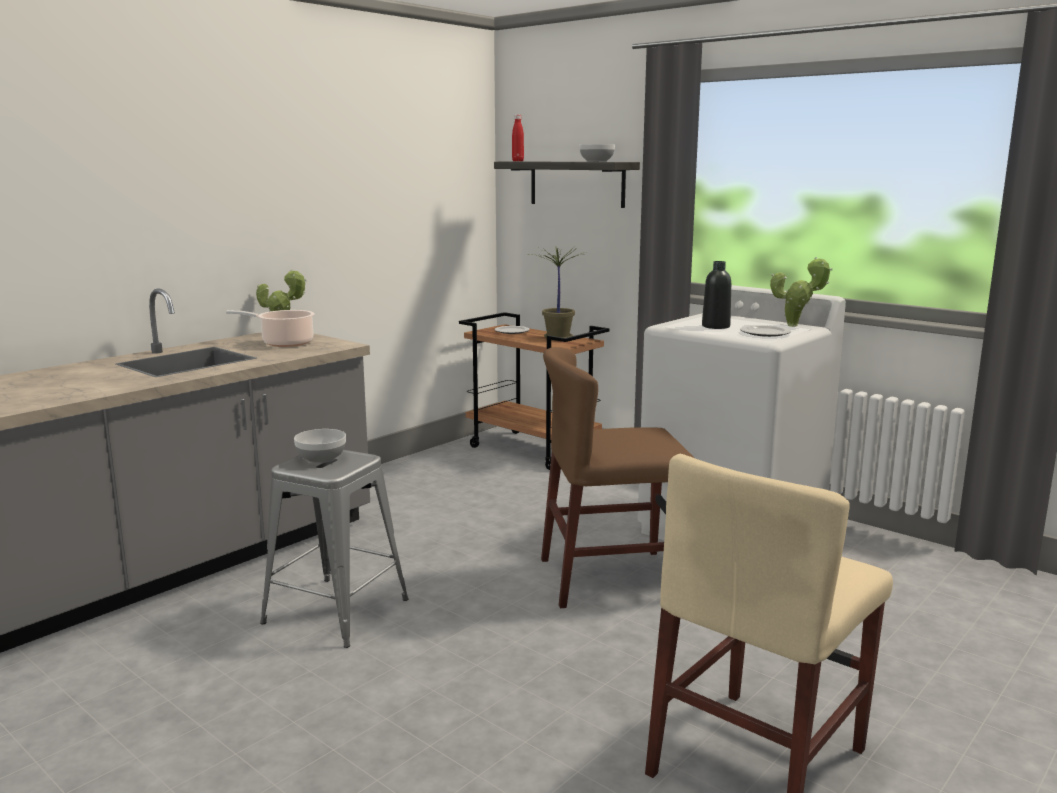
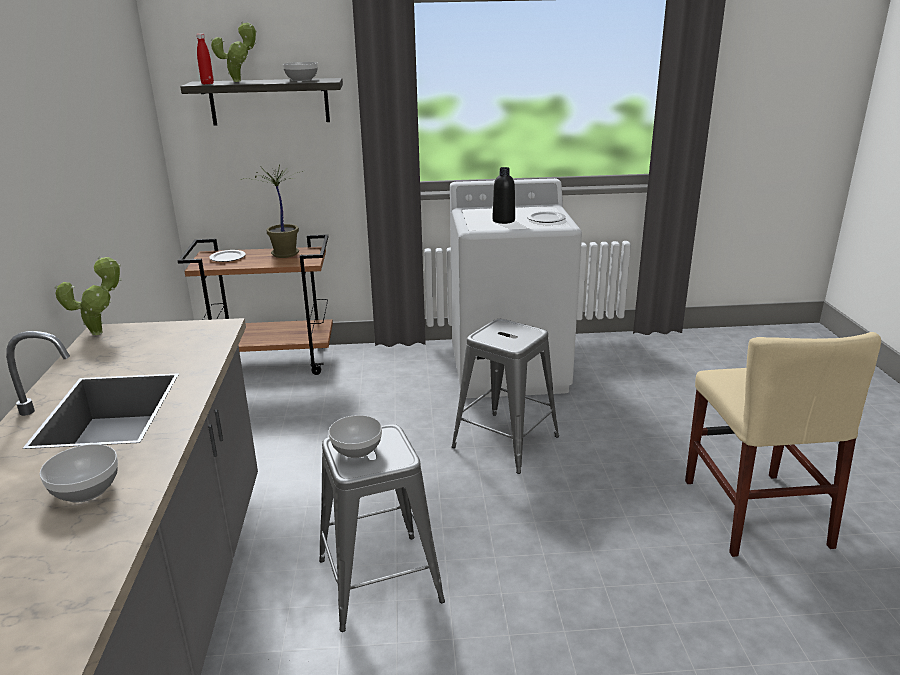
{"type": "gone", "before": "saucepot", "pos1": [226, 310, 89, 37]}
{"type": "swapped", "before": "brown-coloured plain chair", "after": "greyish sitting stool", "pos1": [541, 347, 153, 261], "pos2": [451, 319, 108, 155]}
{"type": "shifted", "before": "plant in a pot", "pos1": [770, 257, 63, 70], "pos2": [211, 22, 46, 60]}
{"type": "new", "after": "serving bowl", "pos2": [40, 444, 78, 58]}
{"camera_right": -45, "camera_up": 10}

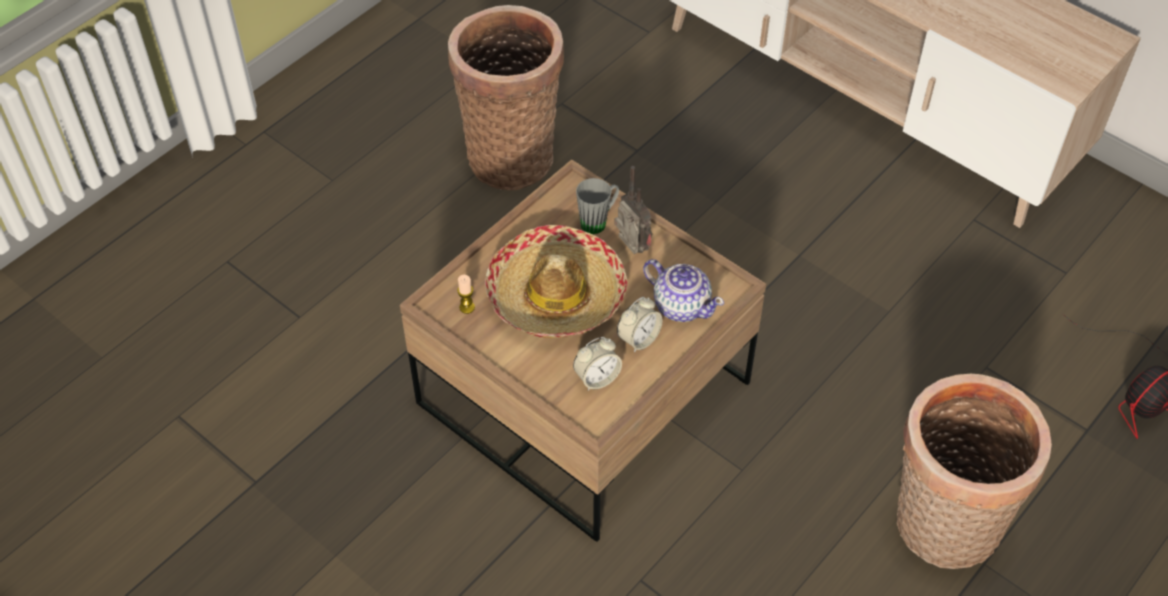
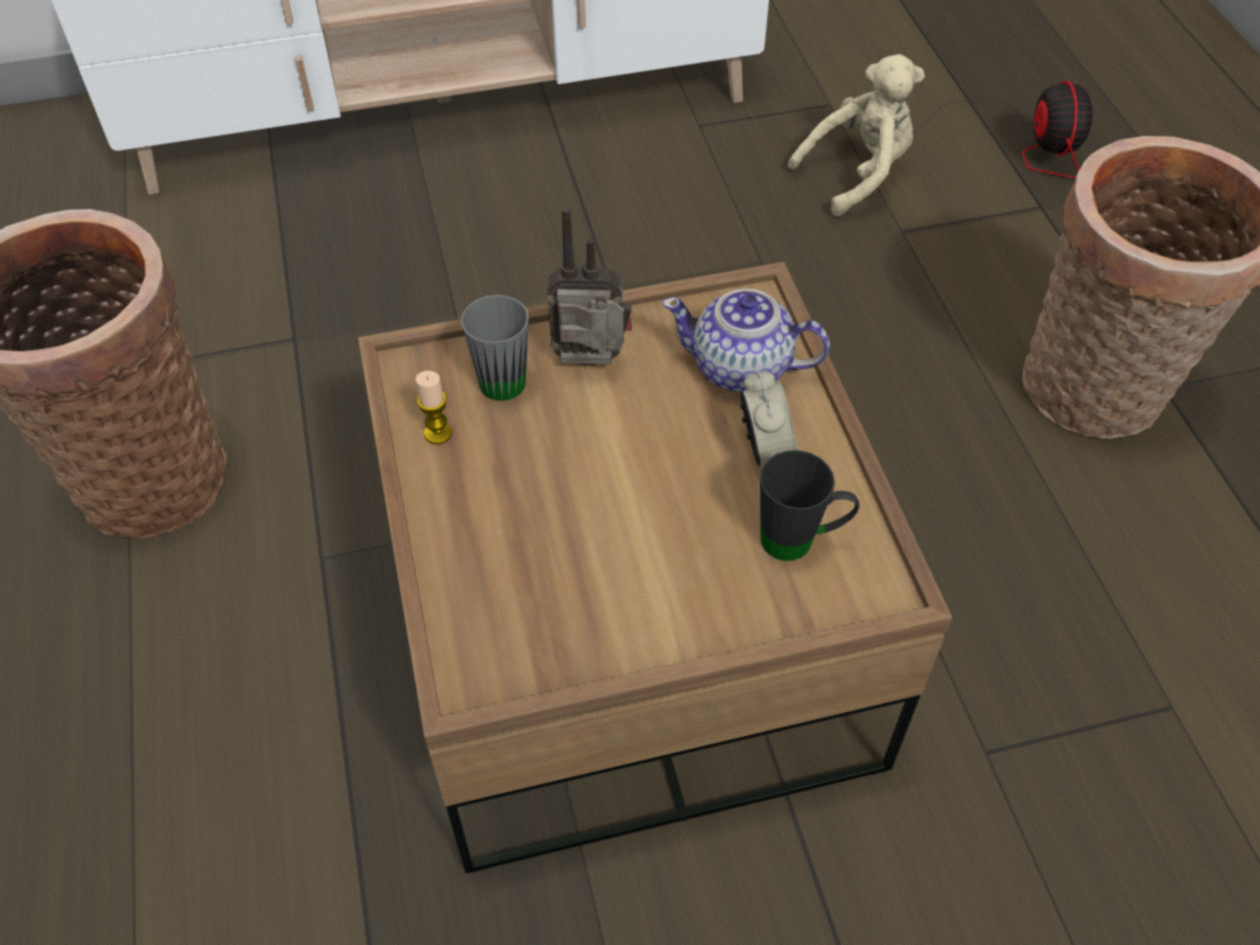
{"type": "shifted", "before": "wax light", "pos1": [457, 275, 18, 39], "pos2": [416, 371, 36, 73]}
{"type": "gone", "before": "hat", "pos1": [485, 225, 142, 113]}
{"type": "swapped", "before": "bedside clock", "after": "black tea mug", "pos1": [573, 337, 49, 53], "pos2": [760, 450, 100, 111]}
{"type": "rotated", "before": "tea pot", "pos1": [643, 259, 81, 63], "pos2": [662, 289, 168, 103], "turn": -150}
{"type": "new", "after": "beige-coloured soft toy", "pos2": [788, 54, 137, 162]}
{"camera_right": -55, "camera_up": 0}

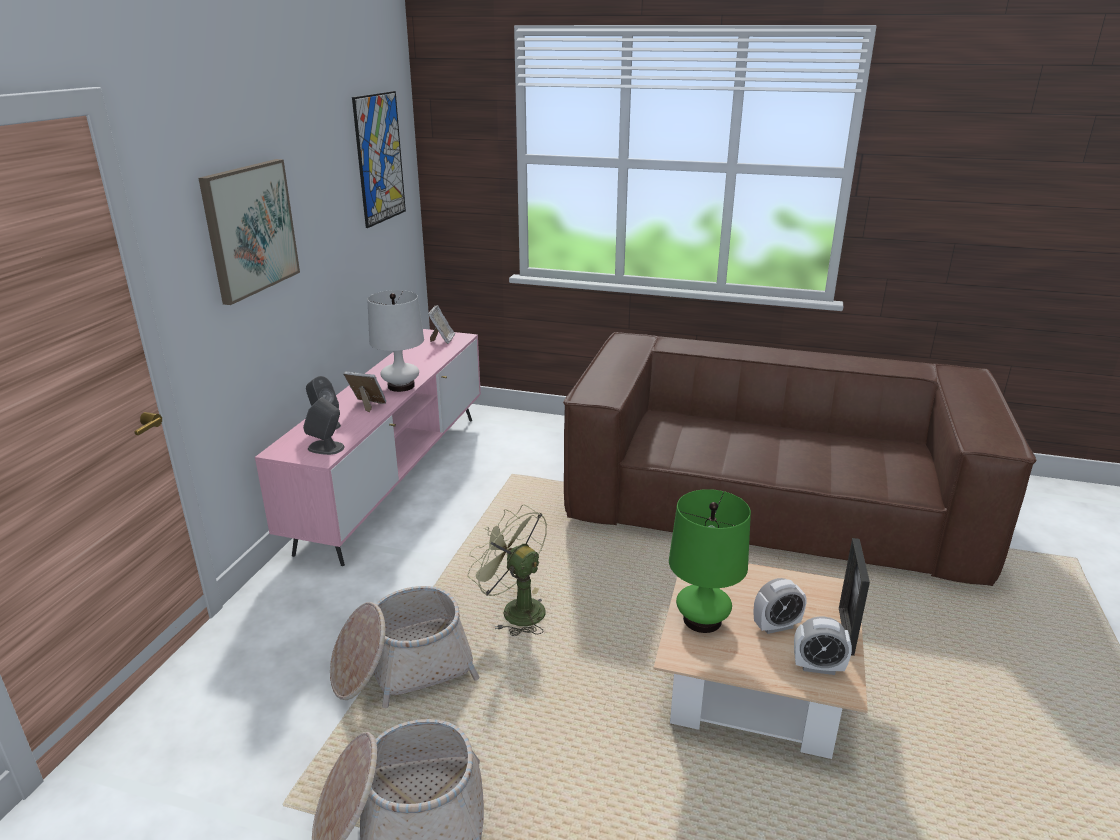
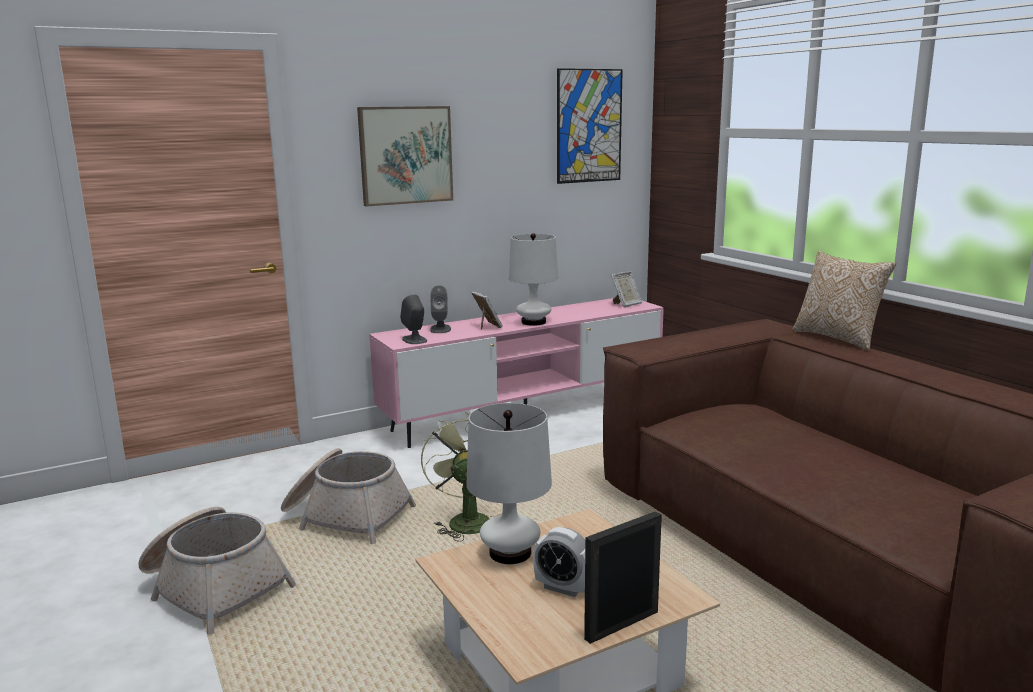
{"type": "repainted", "before": "green-coloured lamp for a table", "after": "white lamp for a table", "pos1": [669, 489, 82, 144], "pos2": [466, 403, 86, 161]}
{"type": "gone", "before": "bedside clock", "pos1": [794, 617, 58, 58]}
{"type": "new", "after": "throw pillow", "pos2": [792, 251, 105, 100]}
{"camera_right": 45, "camera_up": -10}

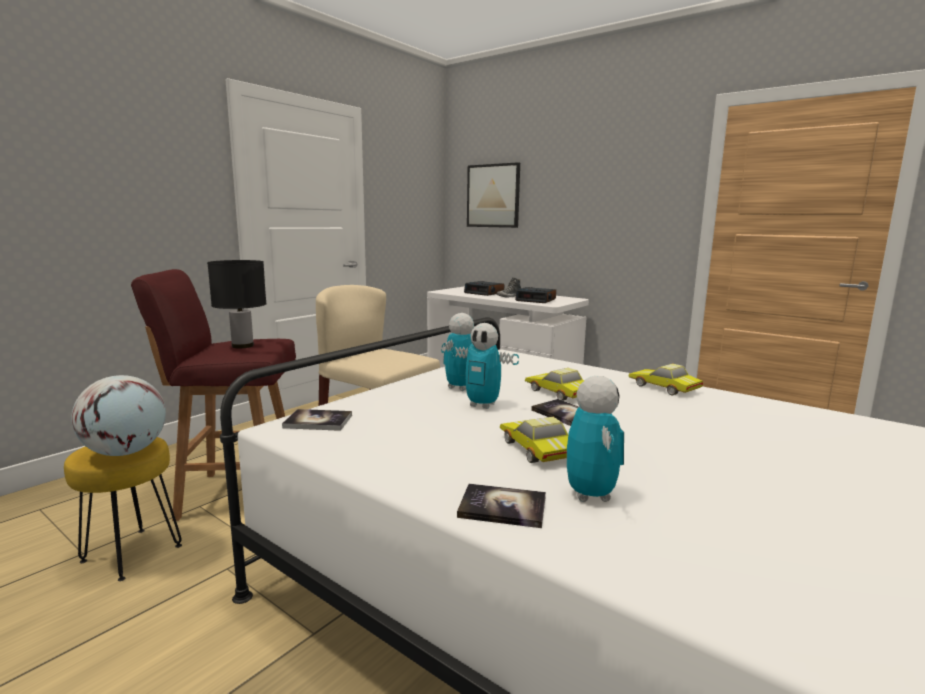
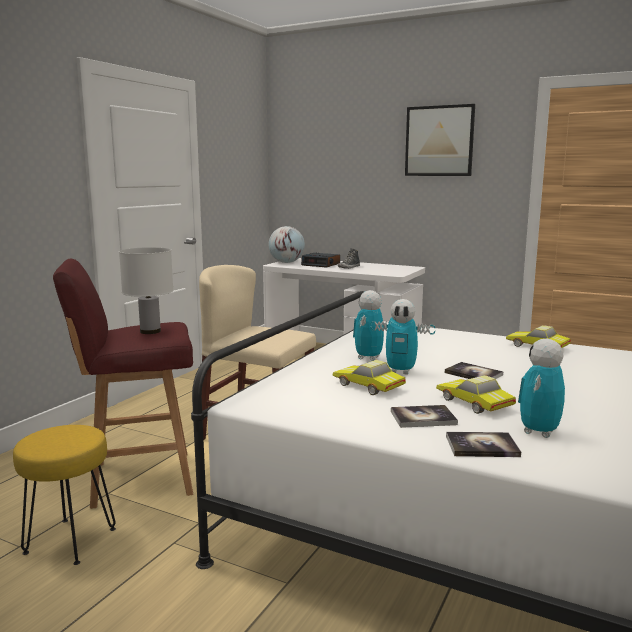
{"type": "shifted", "before": "globe", "pos1": [71, 375, 95, 81], "pos2": [269, 226, 36, 37]}
{"type": "repainted", "before": "black lamp for a table", "after": "white lamp for a table", "pos1": [207, 260, 60, 89], "pos2": [119, 247, 55, 87]}
{"type": "shifted", "before": "bound book", "pos1": [282, 409, 70, 22], "pos2": [391, 405, 67, 23]}
{"type": "shifted", "before": "picture", "pos1": [467, 162, 53, 66], "pos2": [405, 104, 70, 72]}
{"type": "gone", "before": "bedside clock", "pos1": [515, 287, 41, 16]}
{"type": "shifted", "before": "miniature car", "pos1": [525, 368, 59, 33], "pos2": [332, 360, 74, 35]}
{"type": "rotated", "before": "toy robot", "pos1": [567, 376, 57, 126], "pos2": [518, 339, 47, 99], "turn": -135}
{"camera_right": -10, "camera_up": 0}

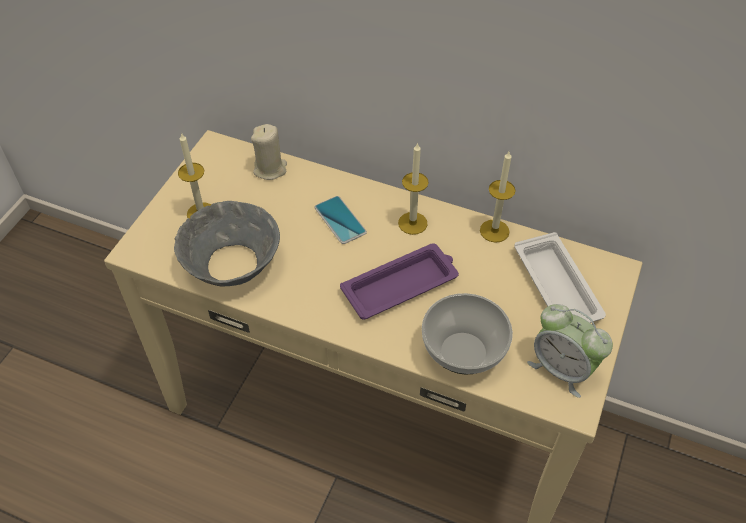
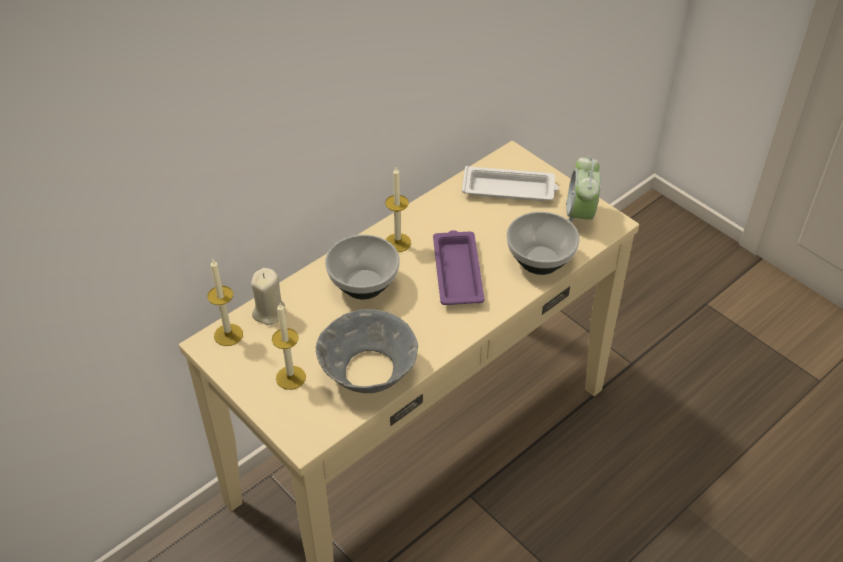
{"type": "swapped", "before": "handset", "after": "serving bowl", "pos1": [315, 196, 52, 48], "pos2": [325, 235, 75, 64]}
{"type": "shifted", "before": "wax light", "pos1": [480, 151, 36, 92], "pos2": [207, 260, 36, 86]}
{"type": "rotated", "before": "bedside clock", "pos1": [527, 304, 86, 94], "pos2": [566, 156, 35, 67], "turn": 120}
{"camera_right": -65, "camera_up": -5}

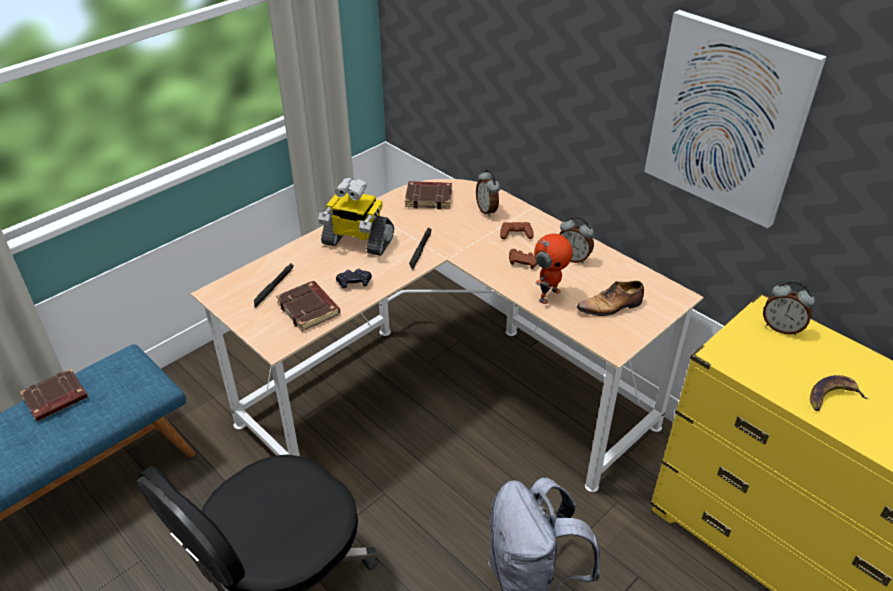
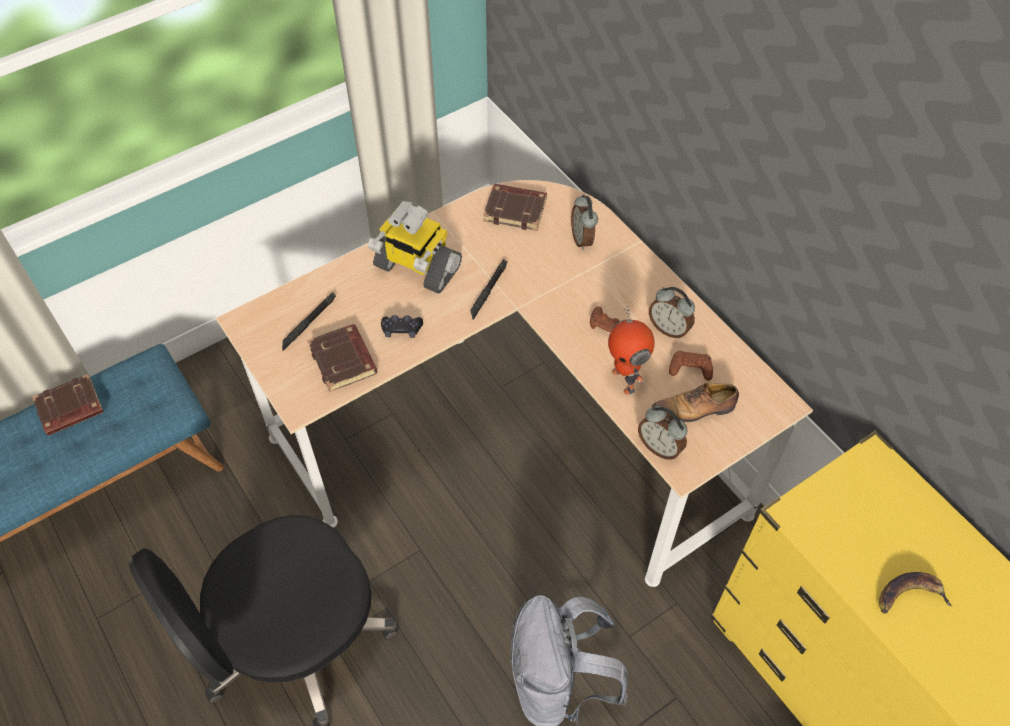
{"type": "shifted", "before": "brown-coloured game controller", "pos1": [500, 222, 34, 17], "pos2": [669, 351, 44, 30]}
{"type": "rotated", "before": "toy robot", "pos1": [534, 234, 39, 70], "pos2": [608, 306, 47, 89], "turn": 105}
{"type": "gone", "before": "picture", "pos1": [644, 10, 182, 218]}
{"type": "shifted", "before": "bedside clock", "pos1": [763, 281, 52, 54], "pos2": [638, 406, 49, 54]}
{"camera_right": 10, "camera_up": 15}

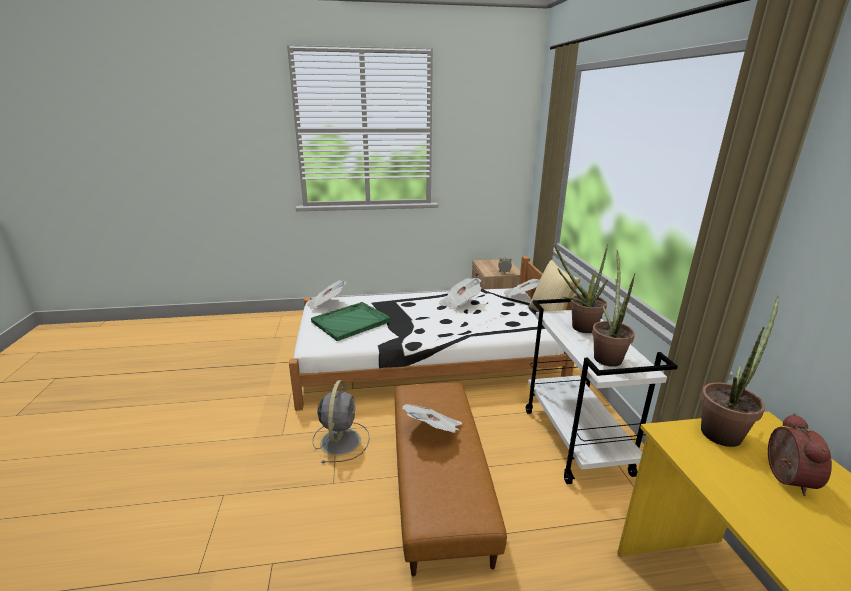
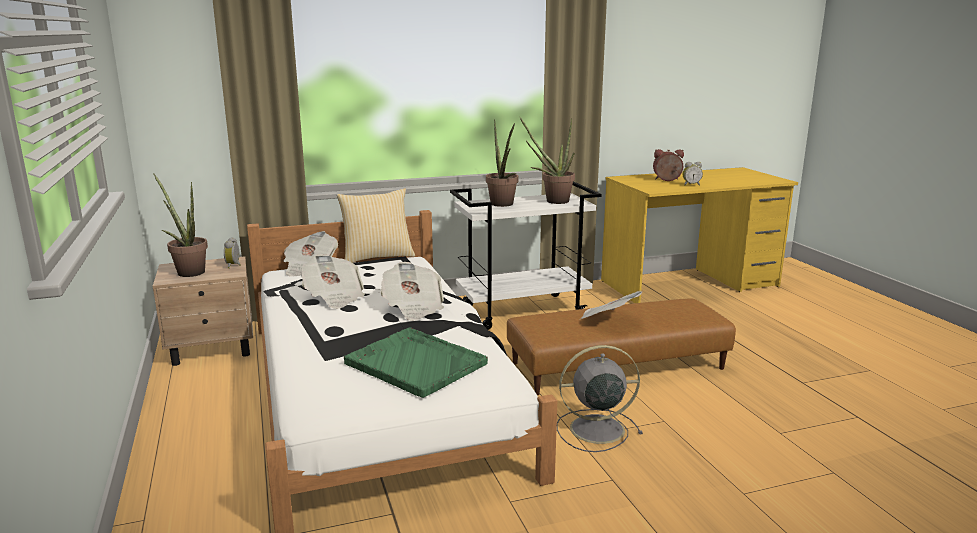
{"type": "shifted", "before": "newspaper", "pos1": [306, 280, 40, 29], "pos2": [380, 262, 64, 59]}
{"type": "shifted", "before": "plant in a pot", "pos1": [701, 296, 78, 151], "pos2": [153, 173, 55, 104]}
{"type": "new", "after": "bedside clock", "pos2": [683, 162, 20, 24]}
{"camera_right": -100, "camera_up": -5}

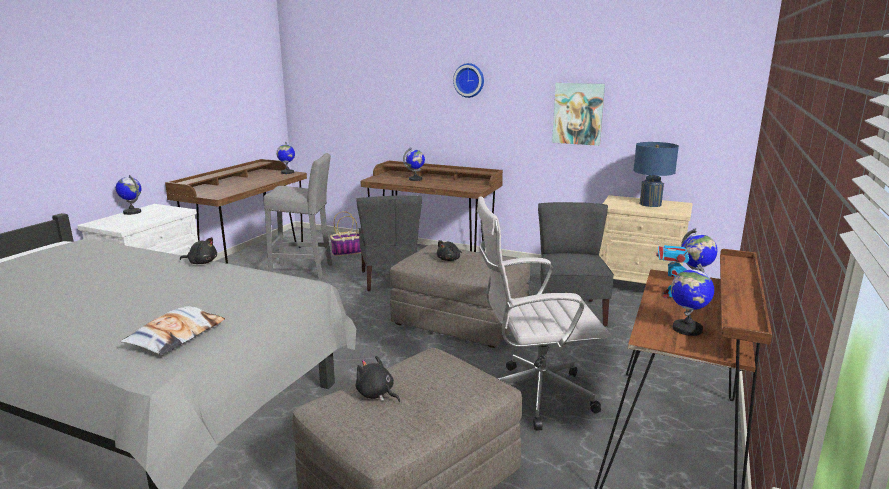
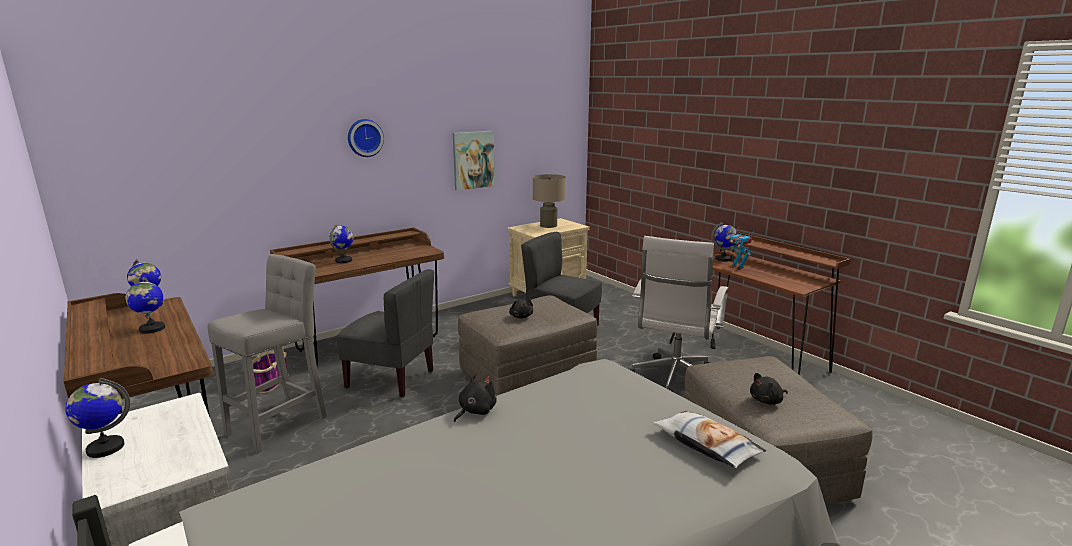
{"type": "repainted", "before": "bluish lamp for a table", "after": "beige-coloured lamp for a table", "pos1": [633, 142, 46, 65], "pos2": [533, 174, 33, 54]}
{"type": "shifted", "before": "globe", "pos1": [671, 264, 43, 72], "pos2": [126, 276, 39, 58]}
{"camera_right": -60, "camera_up": 0}

